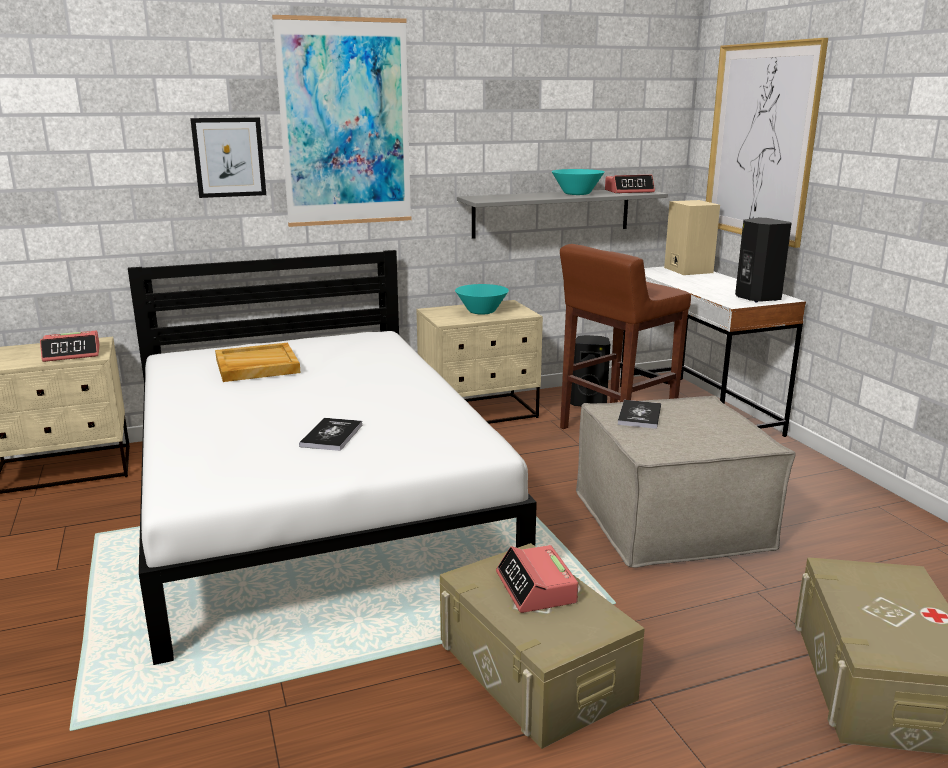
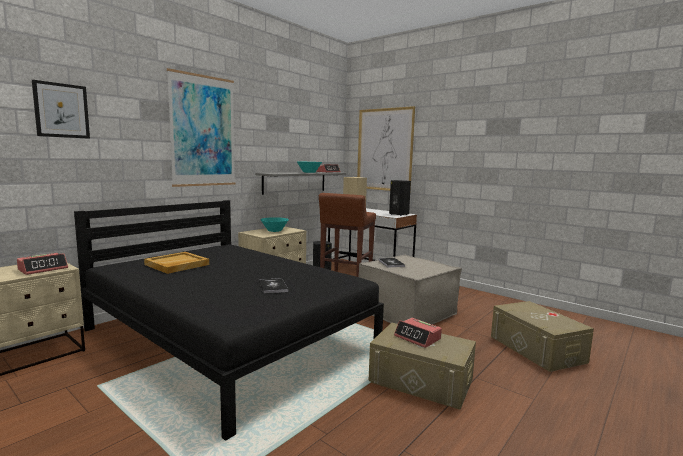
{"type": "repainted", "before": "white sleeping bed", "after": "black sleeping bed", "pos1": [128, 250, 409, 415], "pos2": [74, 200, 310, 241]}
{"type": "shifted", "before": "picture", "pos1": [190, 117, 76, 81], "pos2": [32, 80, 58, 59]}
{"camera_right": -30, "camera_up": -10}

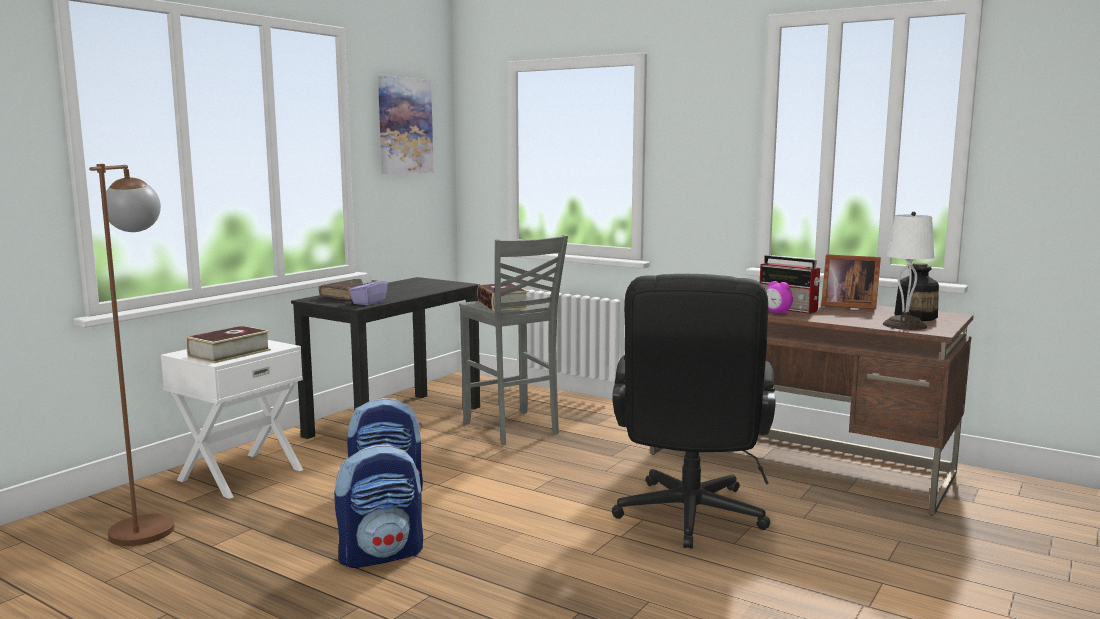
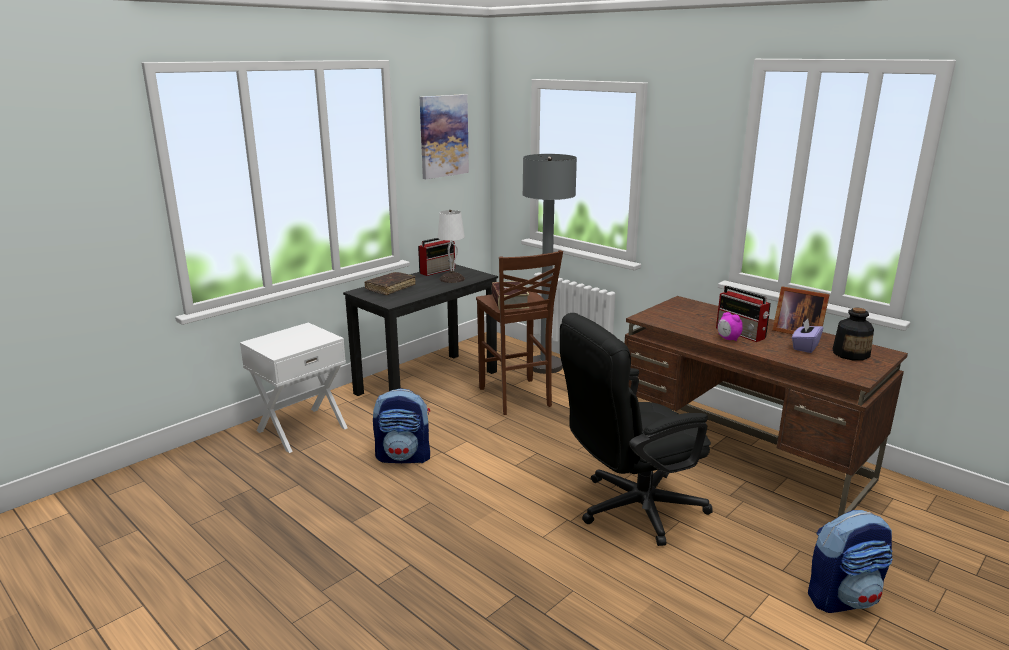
{"type": "gone", "before": "brown-coloured standing lamp", "pos1": [89, 164, 86, 382]}
{"type": "gone", "before": "bound book", "pos1": [186, 326, 85, 37]}
{"type": "shifted", "before": "rucksack", "pos1": [334, 444, 89, 124], "pos2": [808, 510, 85, 103]}
{"type": "shifted", "before": "purple-coloured tissue holder", "pos1": [349, 273, 39, 32], "pos2": [792, 319, 31, 34]}
{"type": "repainted", "before": "greyish sitting stool", "after": "brown-coloured sitting stool", "pos1": [459, 235, 109, 210], "pos2": [476, 250, 87, 165]}
{"type": "rotated", "before": "black office chair", "pos1": [612, 274, 163, 275], "pos2": [560, 313, 152, 233], "turn": 45}
{"type": "shifted", "before": "white lamp for a table", "pos1": [883, 212, 51, 118], "pos2": [438, 210, 27, 73]}
{"type": "new", "after": "radio receiver", "pos2": [418, 238, 37, 38]}
{"type": "new", "after": "greyish standing lamp", "pos2": [523, 154, 54, 220]}
{"camera_right": 10, "camera_up": 10}

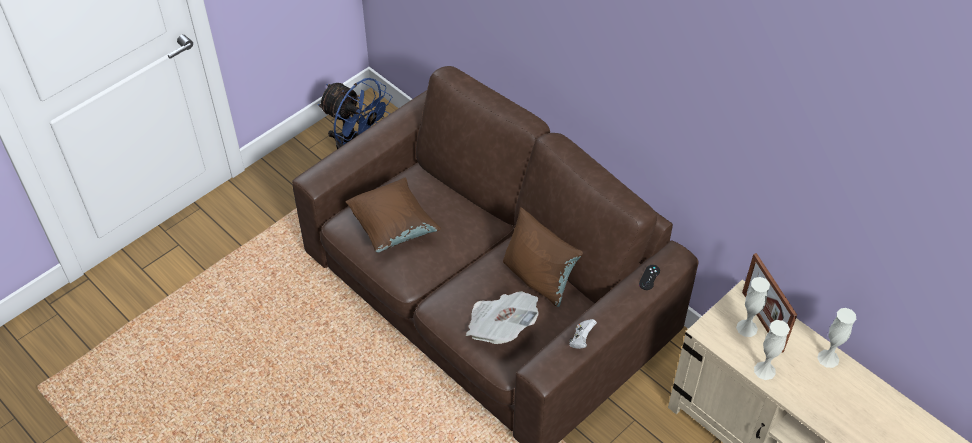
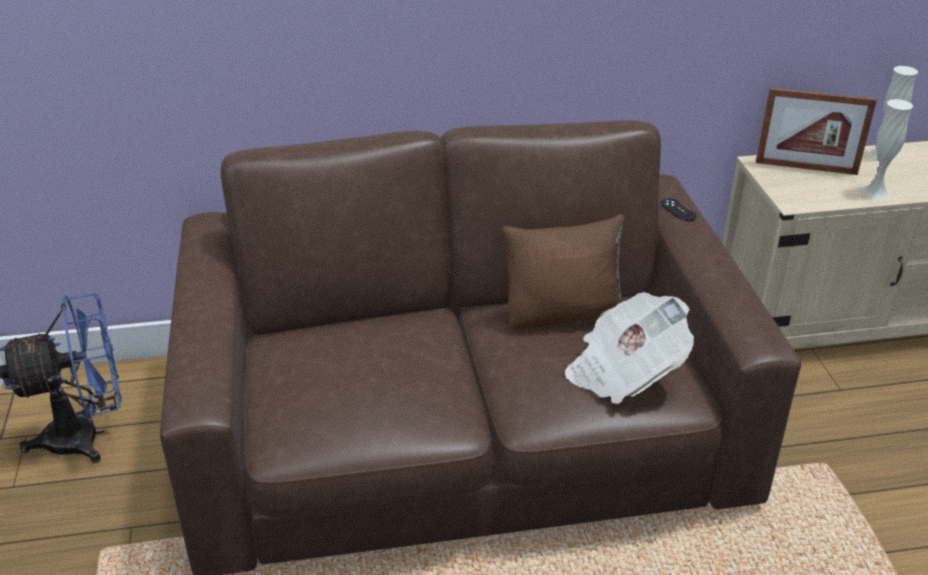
{"type": "gone", "before": "brown-coloured throw pillow", "pos1": [346, 177, 95, 75]}
{"type": "gone", "before": "white game controller", "pos1": [569, 319, 28, 30]}
{"type": "gone", "before": "white flower vase", "pos1": [736, 277, 34, 60]}
{"camera_right": -55, "camera_up": -15}

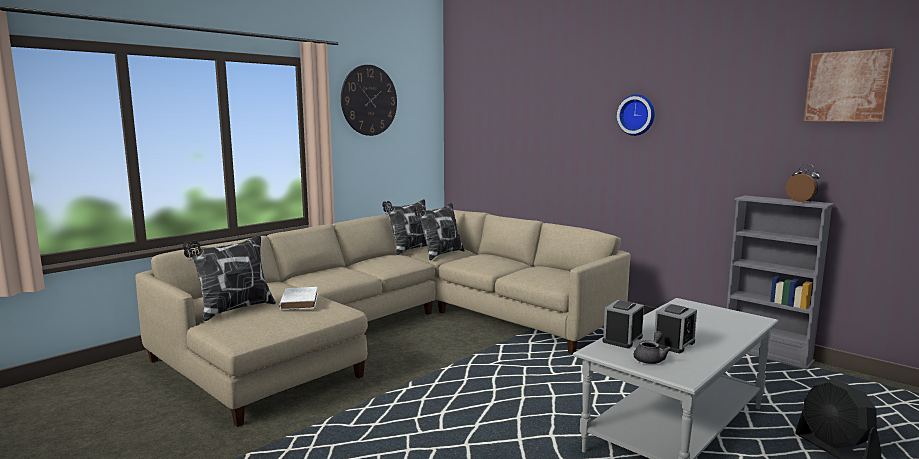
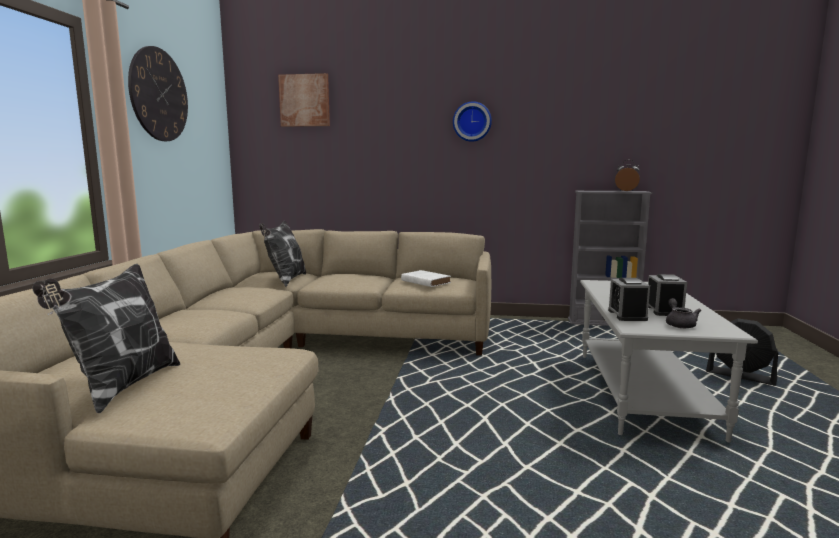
{"type": "shifted", "before": "white bound book", "pos1": [279, 287, 39, 23], "pos2": [401, 270, 50, 17]}
{"type": "gone", "before": "throw pillow", "pos1": [382, 199, 46, 56]}
{"type": "shifted", "before": "picture", "pos1": [804, 48, 90, 74], "pos2": [278, 73, 52, 54]}
{"camera_right": -35, "camera_up": 0}

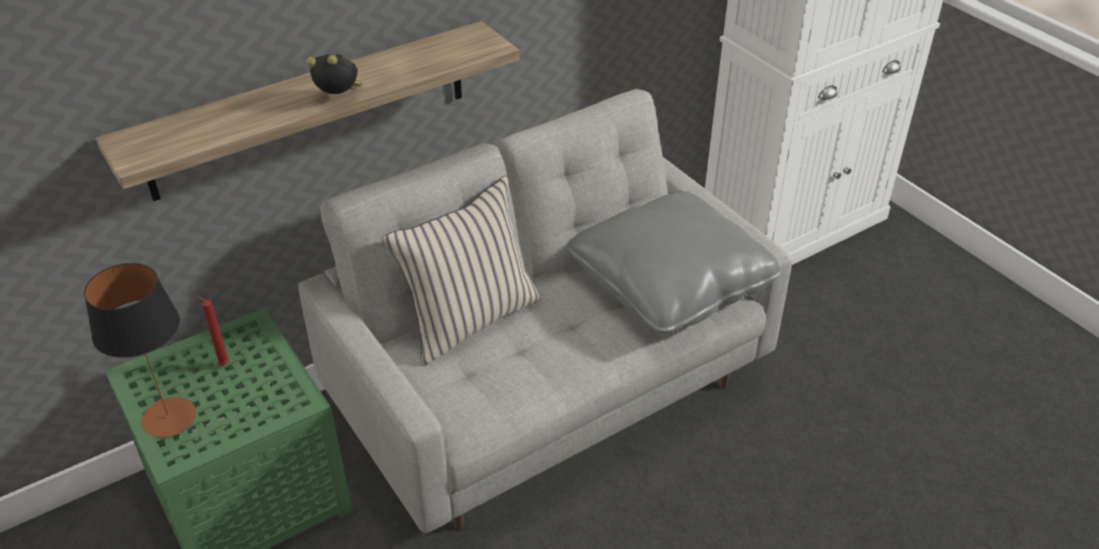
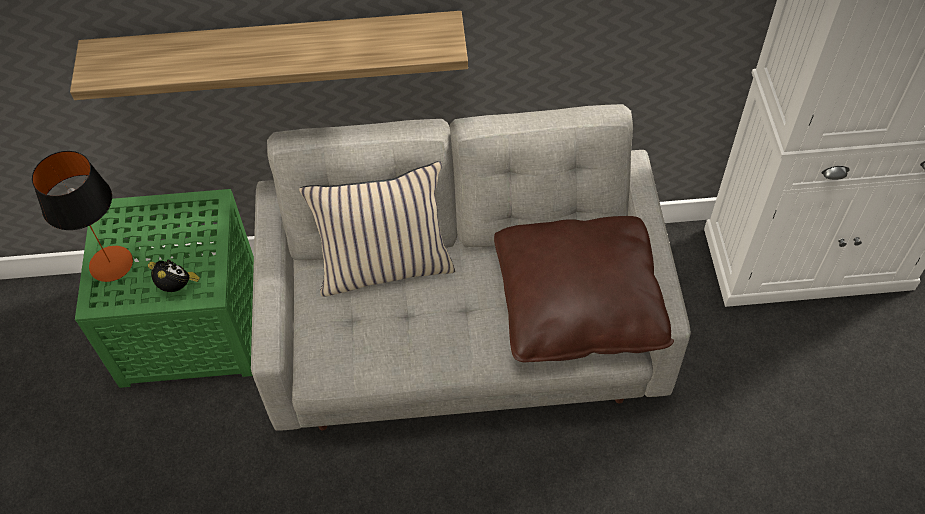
{"type": "gone", "before": "red wax light", "pos1": [195, 294, 35, 71]}
{"type": "shifted", "before": "bedside clock", "pos1": [306, 54, 56, 40], "pos2": [148, 260, 52, 32]}
{"type": "repainted", "before": "greyish throw pillow", "after": "brown-coloured throw pillow", "pos1": [566, 191, 217, 143], "pos2": [494, 216, 180, 146]}
{"camera_right": 30, "camera_up": 15}

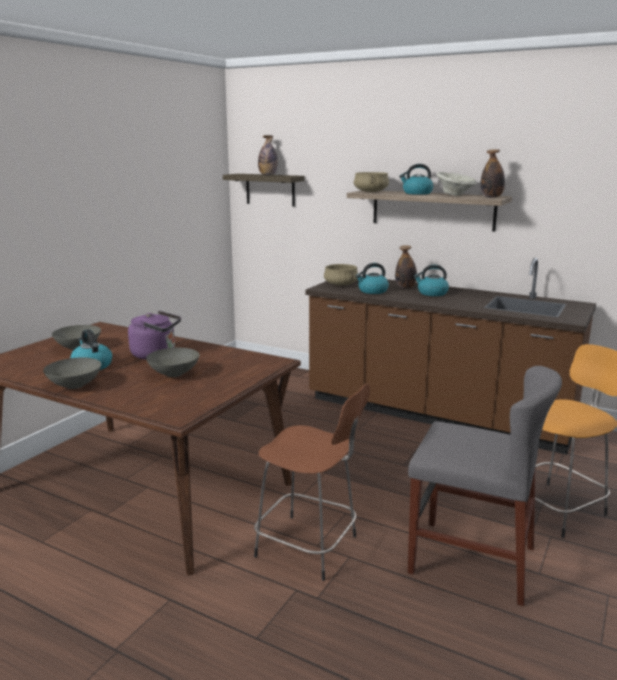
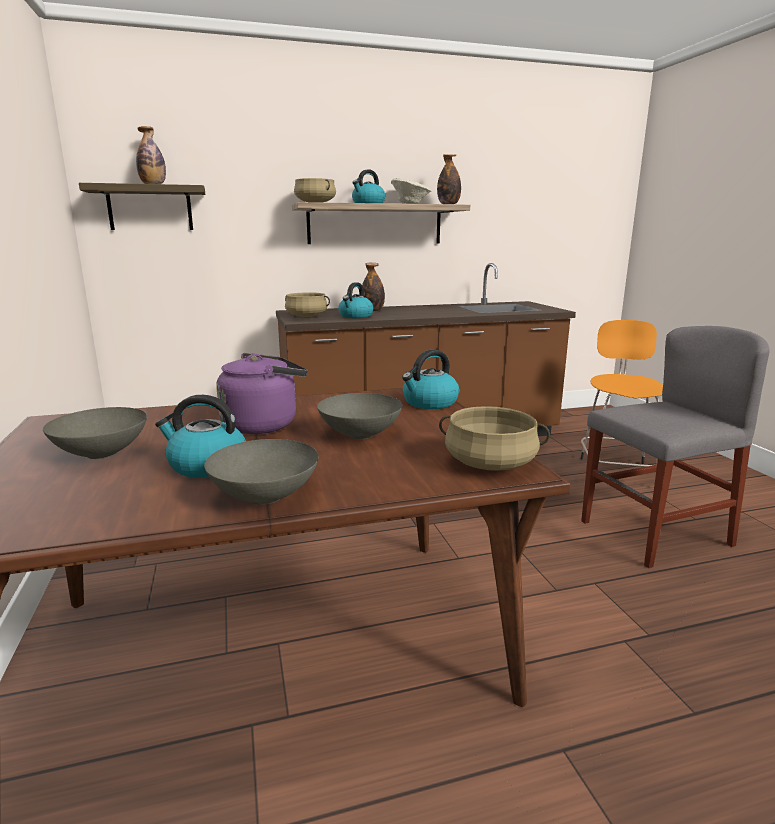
{"type": "gone", "before": "brown-coloured sitting stool", "pos1": [254, 384, 116, 197]}
{"type": "shifted", "before": "kettle", "pos1": [414, 265, 35, 31], "pos2": [402, 350, 57, 59]}
{"type": "new", "after": "beige-coloured saucepot", "pos2": [439, 406, 111, 65]}
{"camera_right": -45, "camera_up": 0}

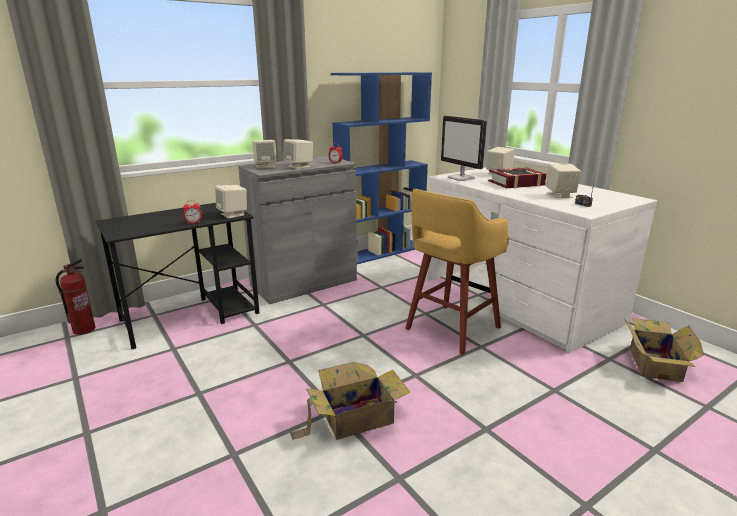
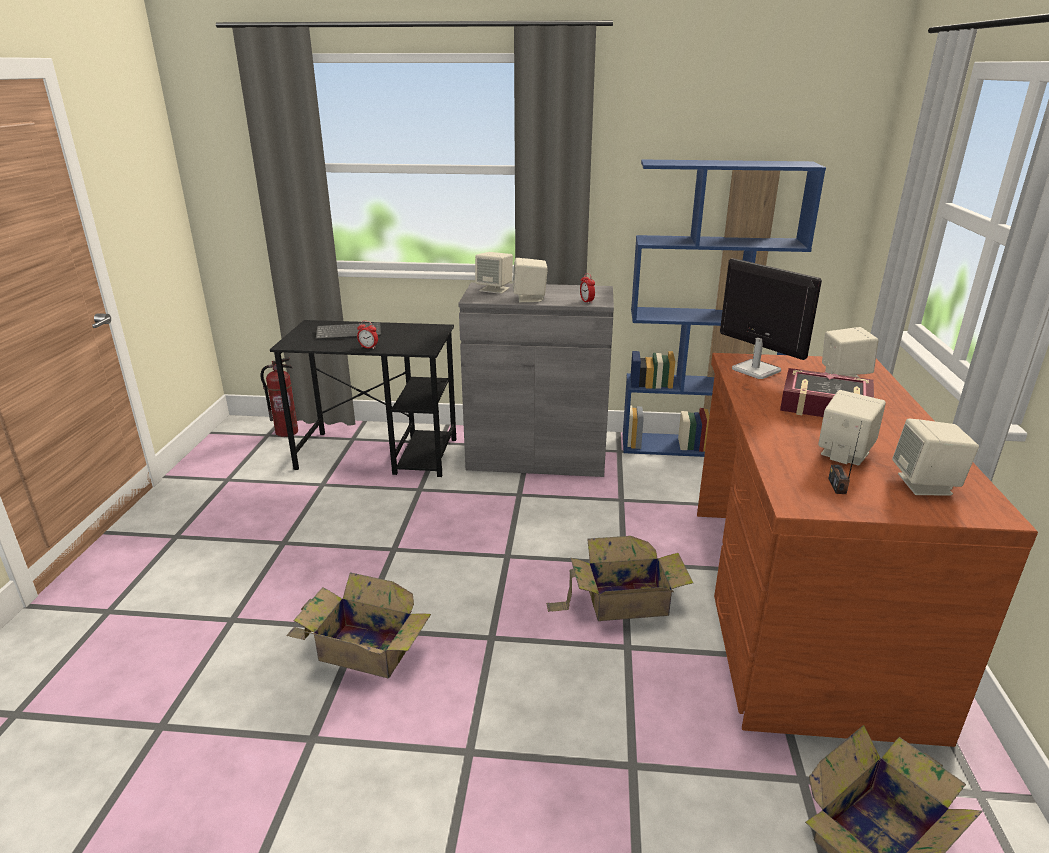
{"type": "shifted", "before": "beige-coloured speaker", "pos1": [215, 185, 32, 33], "pos2": [892, 419, 87, 76]}
{"type": "swapped", "before": "yellow-coloured sitting stool", "after": "cardboard box", "pos1": [405, 189, 104, 166], "pos2": [546, 536, 147, 85]}
{"type": "repainted", "before": "white desk table", "after": "brown-coloured desk table", "pos1": [426, 168, 231, 186], "pos2": [697, 353, 341, 394]}
{"type": "rotated", "before": "computer screen", "pos1": [441, 116, 46, 65], "pos2": [720, 258, 102, 121], "turn": 135}
{"type": "new", "after": "computer keyboard", "pos2": [316, 322, 65, 18]}
{"camera_right": 40, "camera_up": 5}

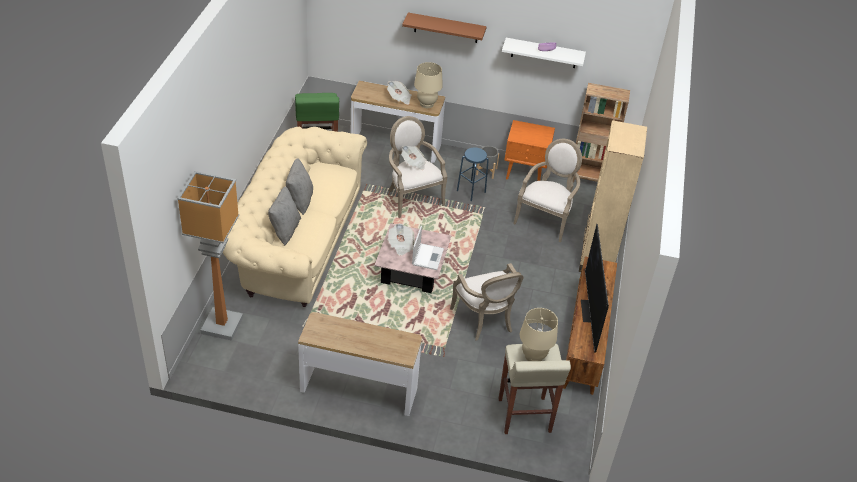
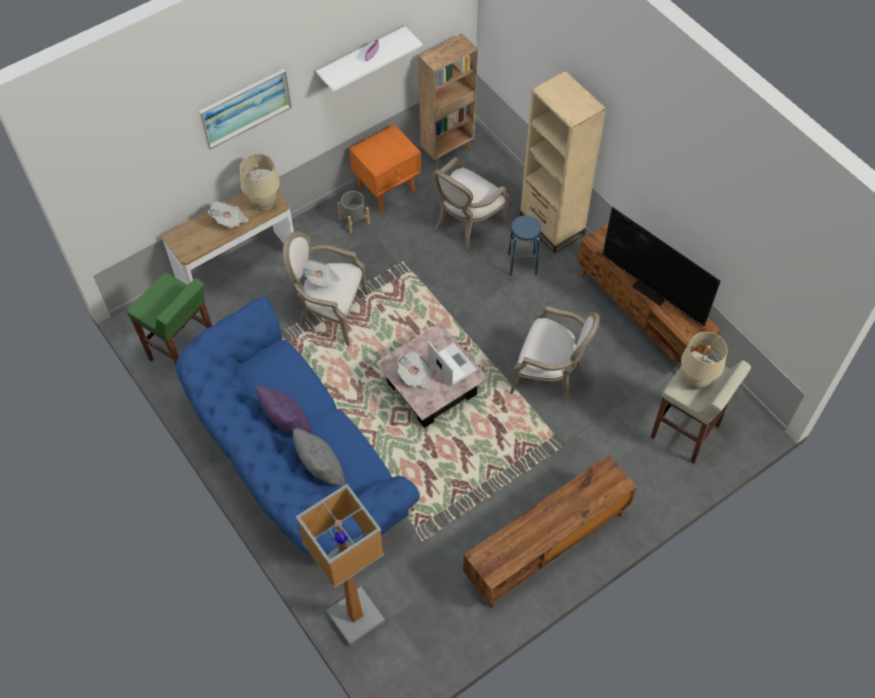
{"type": "repainted", "before": "beige-coloured settee", "after": "bluish settee", "pos1": [223, 127, 144, 180], "pos2": [176, 297, 244, 258]}
{"type": "repainted", "before": "greyish throw pillow", "after": "purple-coloured throw pillow", "pos1": [286, 158, 27, 57], "pos2": [256, 386, 56, 48]}
{"type": "swapped", "before": "console table", "after": "brown-coloured media console", "pos1": [298, 312, 124, 104], "pos2": [463, 455, 174, 153]}
{"type": "swapped", "before": "brown-coloured bracket shelf", "after": "picture", "pos1": [402, 13, 85, 30], "pos2": [199, 69, 93, 80]}
{"type": "shifted", "before": "bluish sitting stool", "pos1": [457, 148, 32, 53], "pos2": [508, 215, 33, 61]}
{"type": "rotated", "before": "easy chair", "pos1": [513, 139, 69, 103], "pos2": [433, 157, 77, 93], "turn": -120}
{"camera_right": -45, "camera_up": 15}

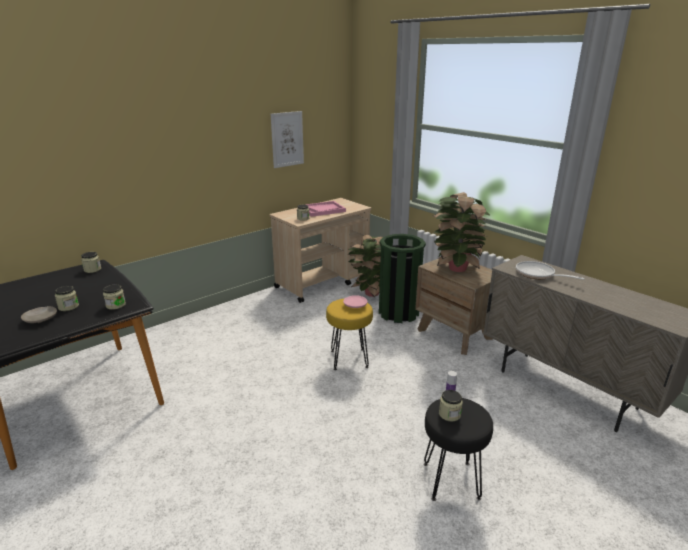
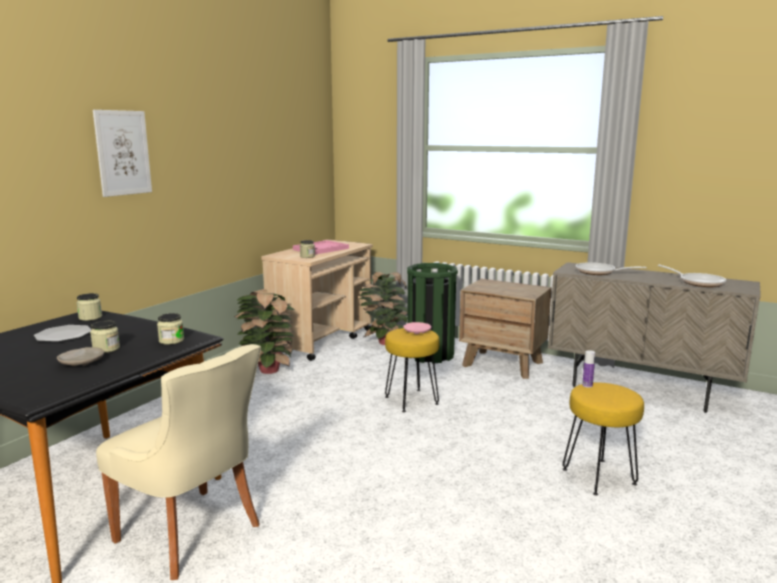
{"type": "shifted", "before": "picture", "pos1": [271, 111, 33, 57], "pos2": [93, 110, 59, 87]}
{"type": "repainted", "before": "black sitting stool", "after": "yellow-coloured sitting stool", "pos1": [424, 398, 69, 103], "pos2": [563, 382, 81, 114]}
{"type": "shifted", "before": "plant in a pot", "pos1": [433, 192, 58, 80], "pos2": [234, 289, 60, 85]}
{"type": "gone", "before": "preserve jar", "pos1": [439, 390, 24, 32]}
{"type": "new", "after": "dinner plate", "pos2": [34, 325, 58, 17]}
{"type": "new", "after": "beige-coloured plain chair", "pos2": [96, 344, 165, 236]}
{"type": "new", "after": "skillet", "pos2": [658, 265, 68, 22]}
{"camera_right": -20, "camera_up": -10}

